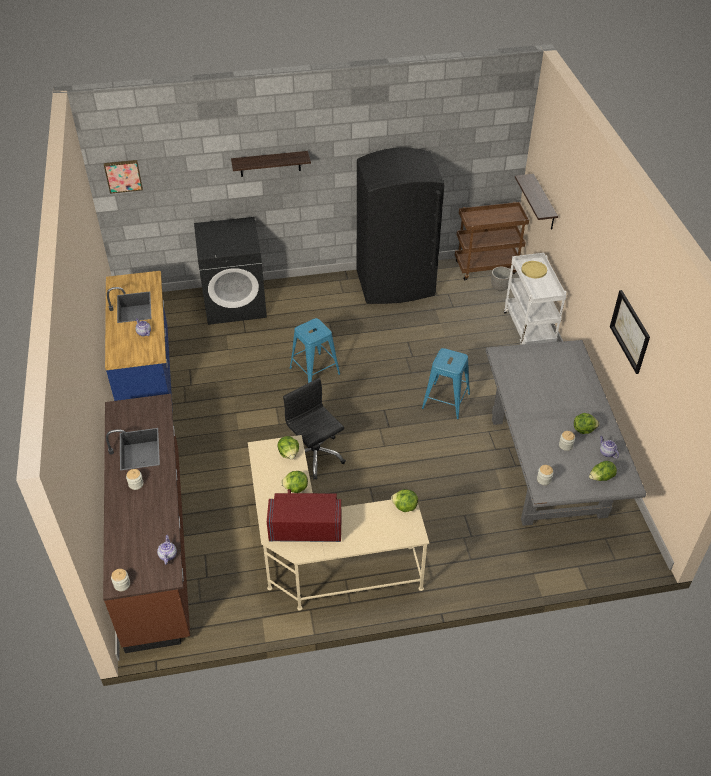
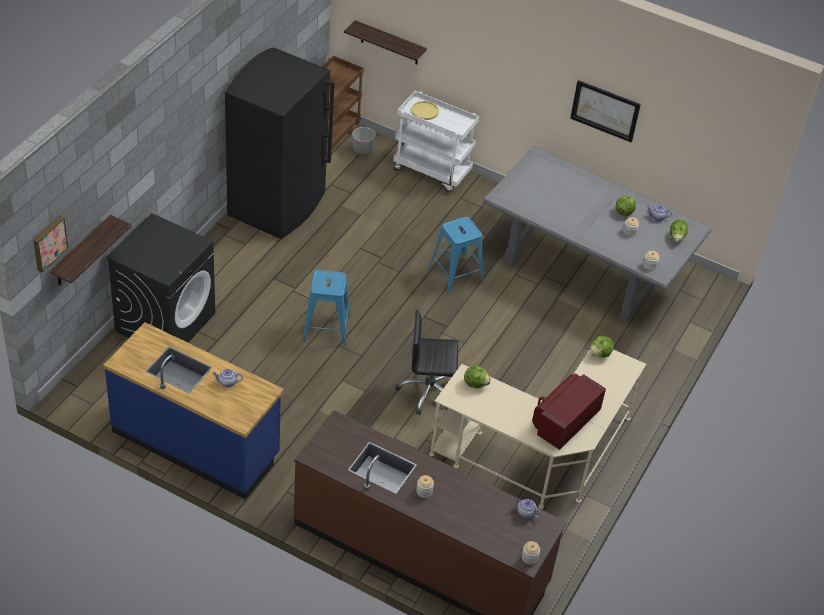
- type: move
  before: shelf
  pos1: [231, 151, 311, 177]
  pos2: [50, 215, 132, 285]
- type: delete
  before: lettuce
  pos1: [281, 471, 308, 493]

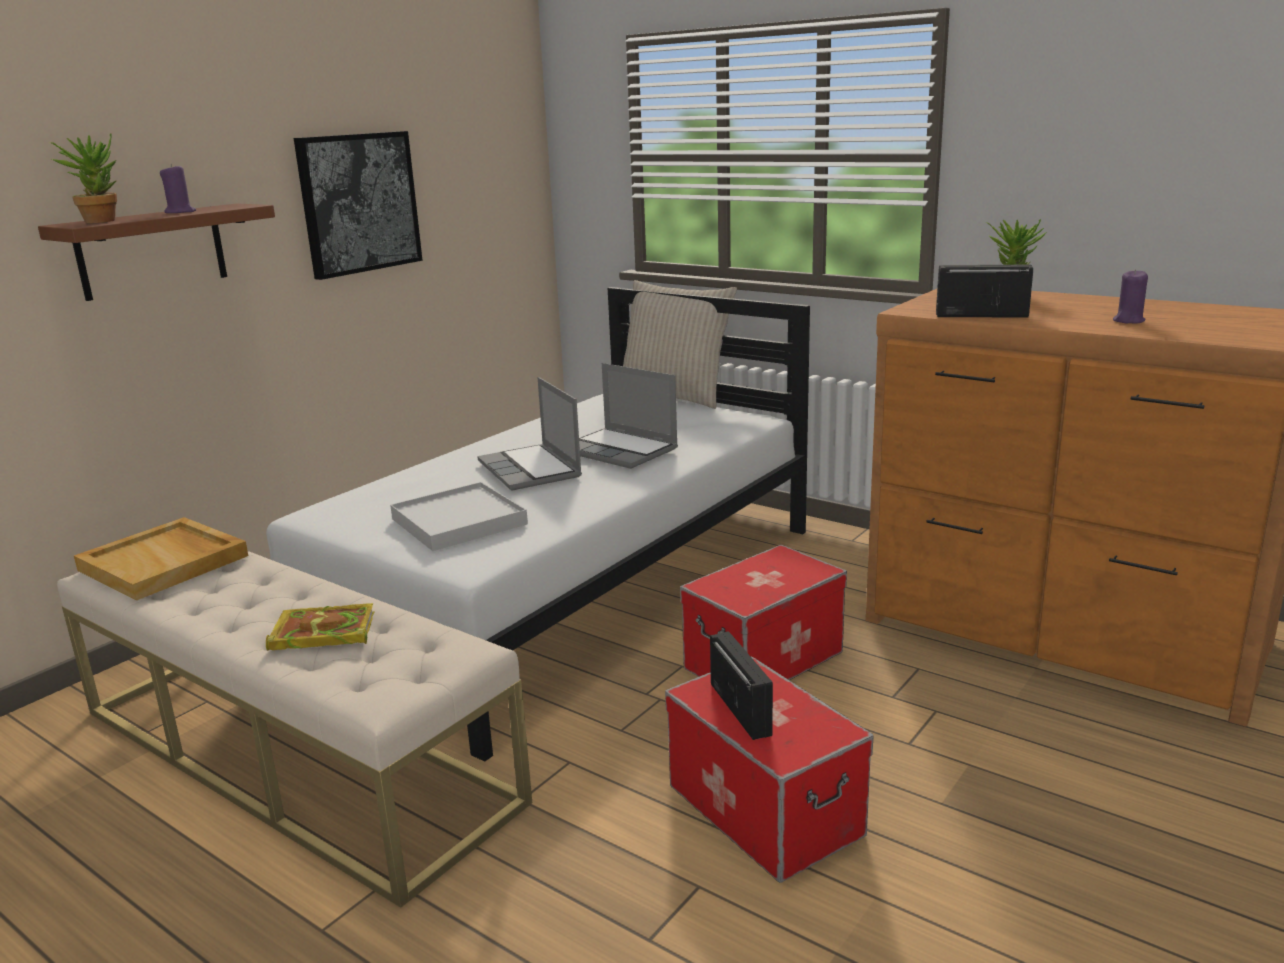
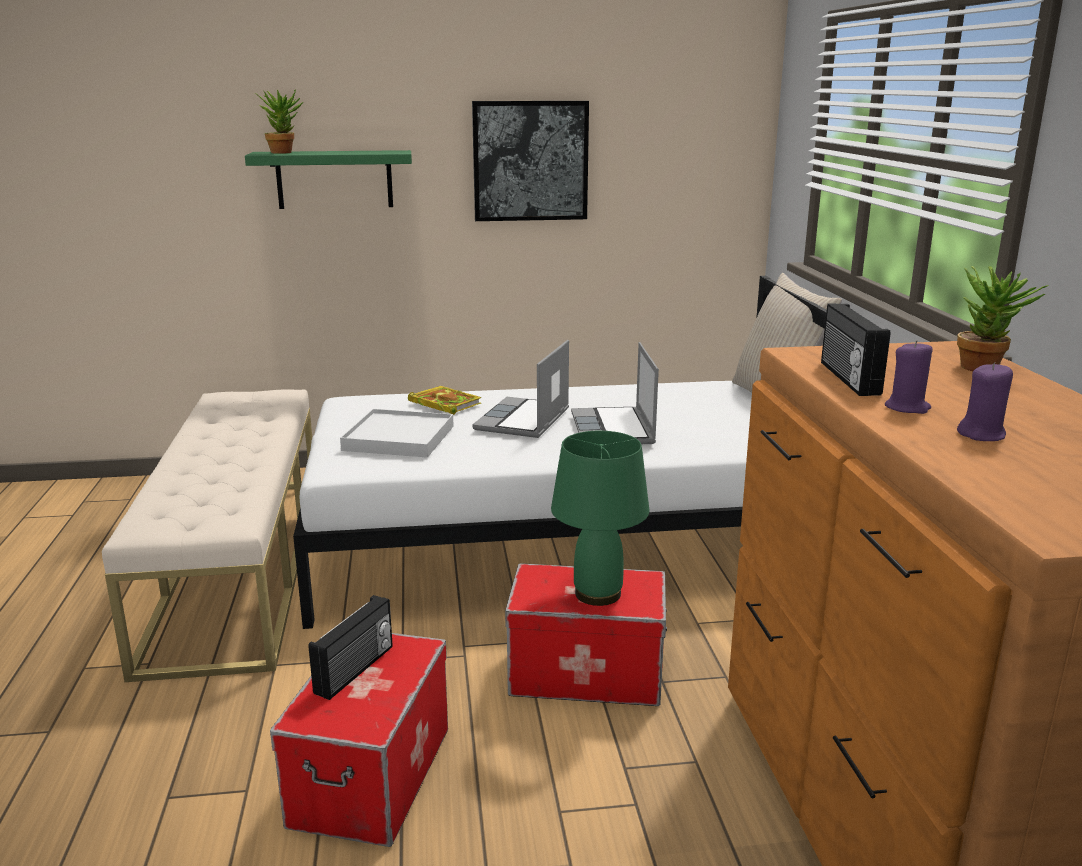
- type: move
  before: purple candle
  pos1: [160, 164, 196, 213]
  pos2: [885, 340, 933, 414]
- type: recolor
  before: brown shelf
  after: green shelf
  pos1: [38, 203, 275, 301]
  pos2: [245, 150, 412, 209]
- type: rotate
  before: radio
  pos1: [936, 265, 1033, 317]
  pos2: [821, 304, 891, 396]
  turn: -150
- type: delete
  before: beige tray
  pos1: [74, 517, 248, 600]
- type: move
  before: book
  pos1: [266, 603, 375, 650]
  pos2: [408, 386, 481, 415]
- type: insert
  after: green table lamp
  pos2: [551, 431, 649, 606]

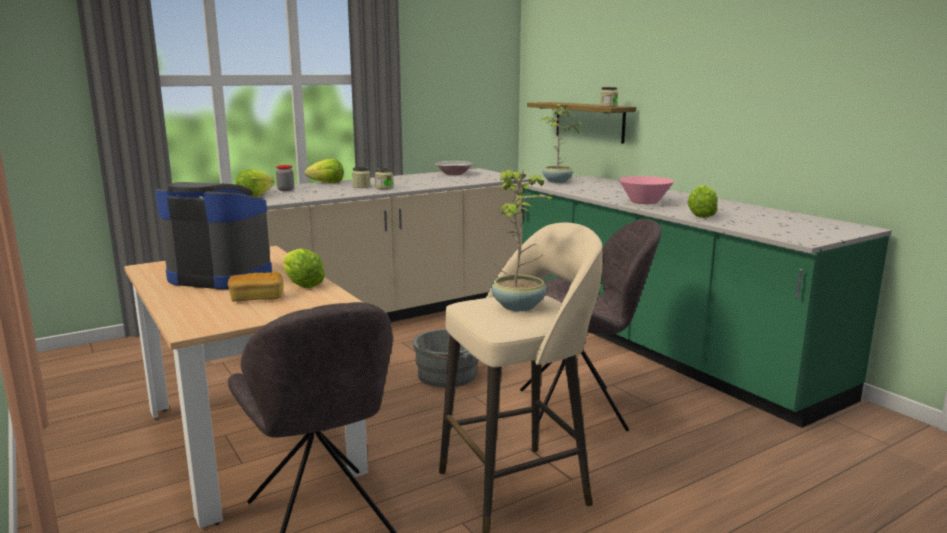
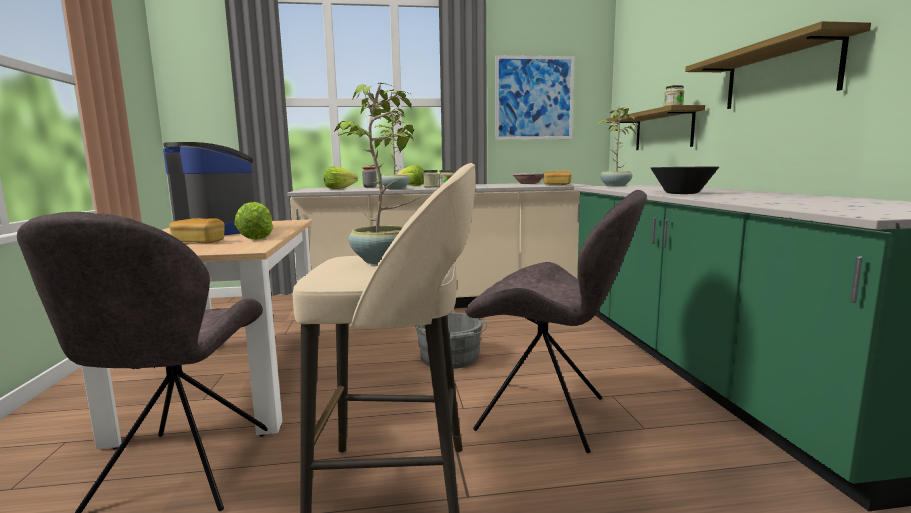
- type: recolor
  before: pink bowl
  after: black bowl
  pos1: [618, 176, 674, 204]
  pos2: [651, 167, 719, 194]
- type: delete
  before: lettuce
  pos1: [687, 185, 718, 218]
- type: insert
  after: shelf
  pos2: [685, 21, 871, 109]
- type: insert
  after: picture
  pos2: [495, 55, 574, 140]
- type: insert
  after: potted plant
  pos2: [374, 113, 414, 189]
- type: insert
  after: bread
  pos2: [543, 171, 571, 185]

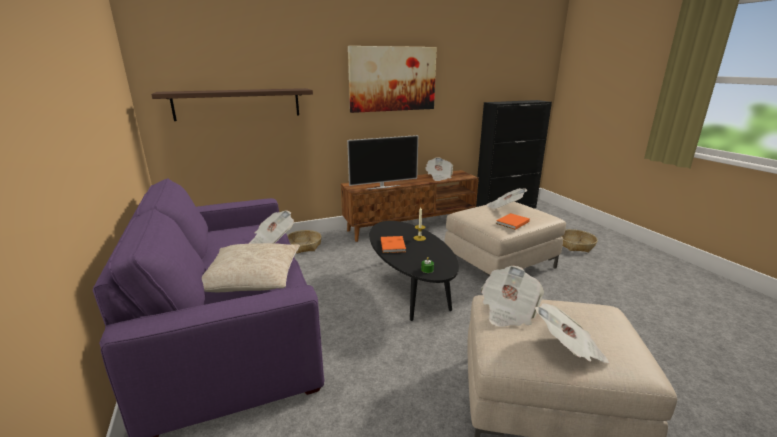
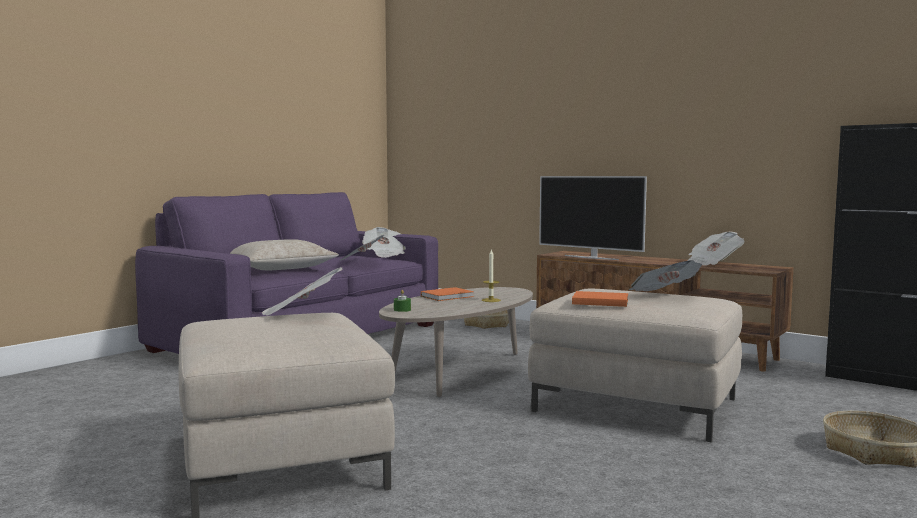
- type: delete
  before: picture
  pos1: [348, 46, 437, 113]
- type: delete
  before: shelf
  pos1: [151, 88, 313, 121]
- type: recolor
  before: black coffee table
  after: beige coffee table
  pos1: [370, 221, 459, 321]
  pos2: [379, 287, 533, 397]
- type: move
  before: newspaper
  pos1: [535, 303, 610, 363]
  pos2: [362, 227, 406, 258]

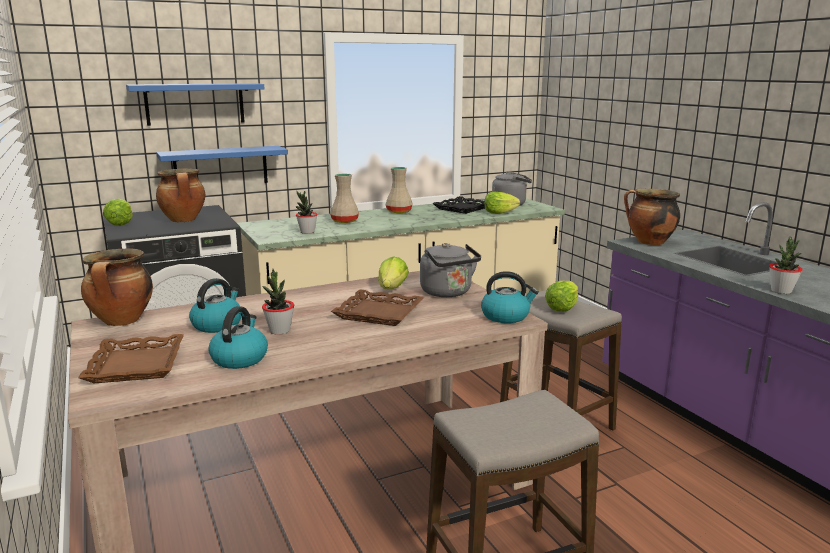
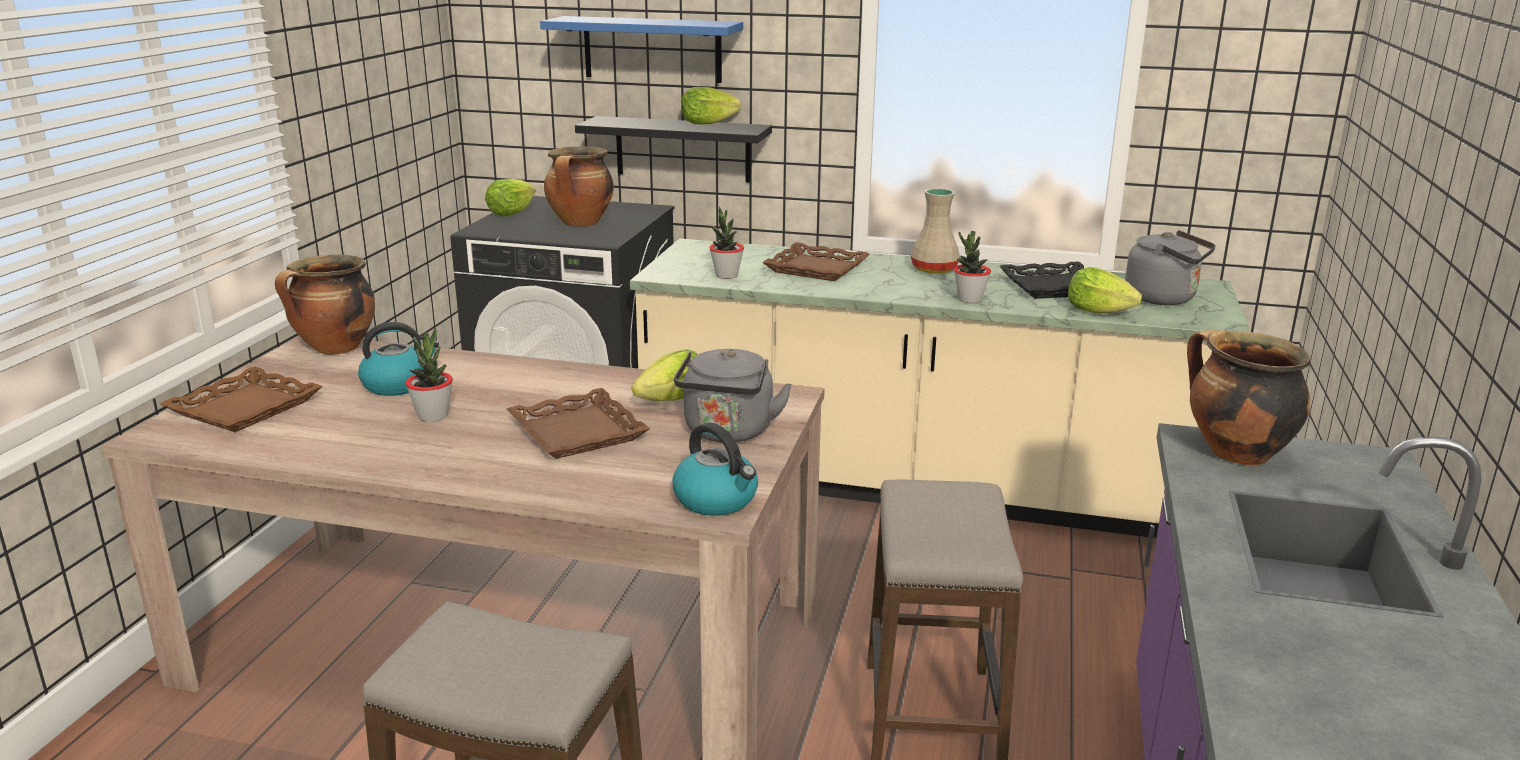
- type: recolor
  before: blue shelf
  after: black shelf
  pos1: [156, 146, 288, 183]
  pos2: [575, 116, 772, 183]
- type: replace
  before: beige vase
  after: brown tray
  pos1: [330, 174, 359, 223]
  pos2: [762, 242, 870, 281]
- type: move
  before: potted plant
  pos1: [769, 237, 802, 294]
  pos2: [954, 231, 991, 303]
- type: move
  before: lettuce
  pos1: [545, 281, 578, 312]
  pos2: [681, 87, 741, 124]
- type: delete
  before: kettle
  pos1: [208, 306, 268, 369]

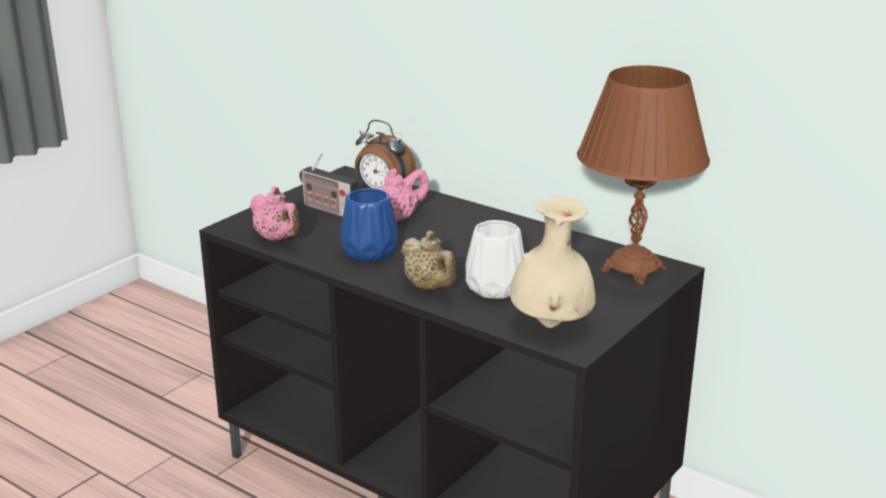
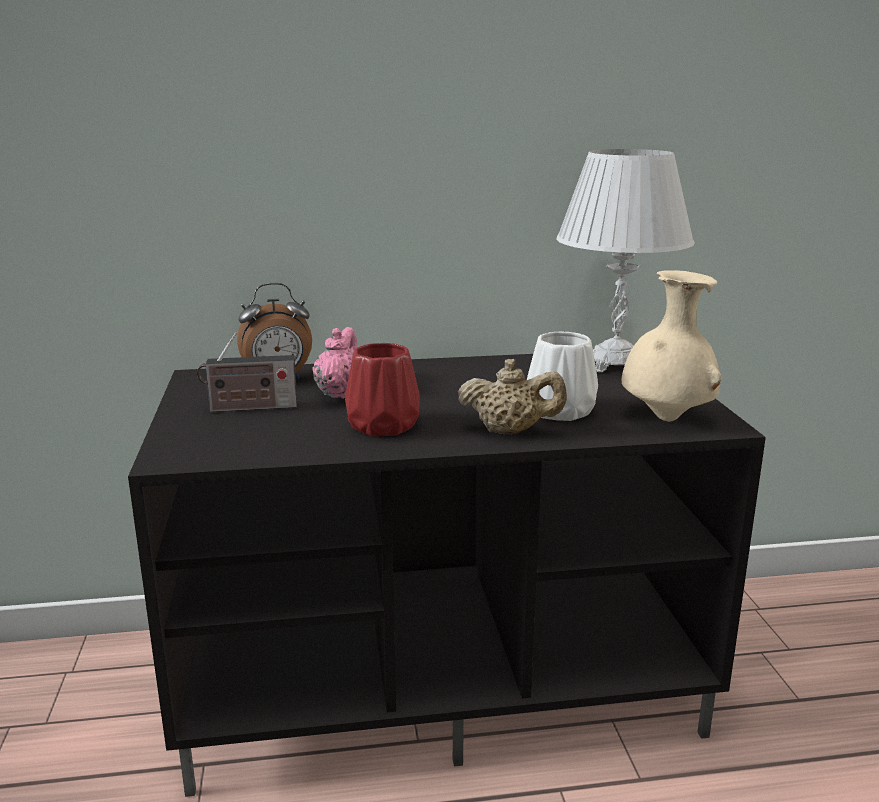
- type: recolor
  before: brown table lamp
  after: white table lamp
  pos1: [577, 65, 710, 284]
  pos2: [557, 149, 695, 372]
- type: delete
  before: pink teapot
  pos1: [250, 186, 300, 242]
- type: recolor
  before: blue vase
  after: red vase
  pos1: [340, 188, 398, 262]
  pos2: [345, 343, 420, 436]

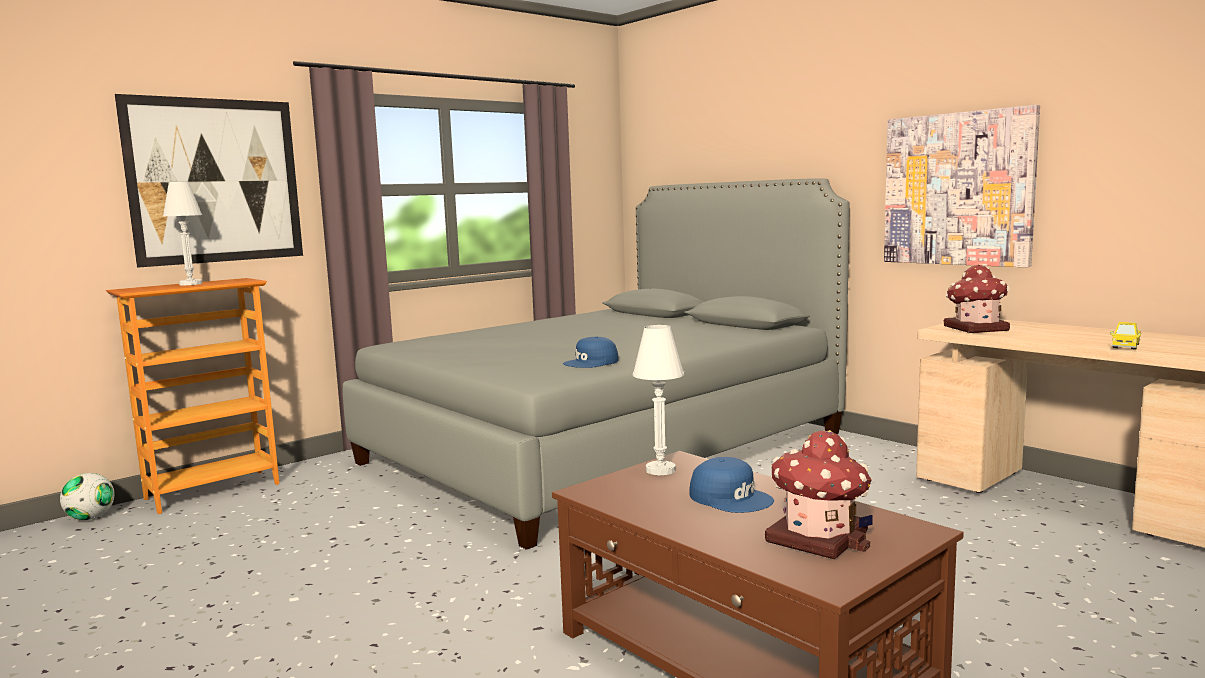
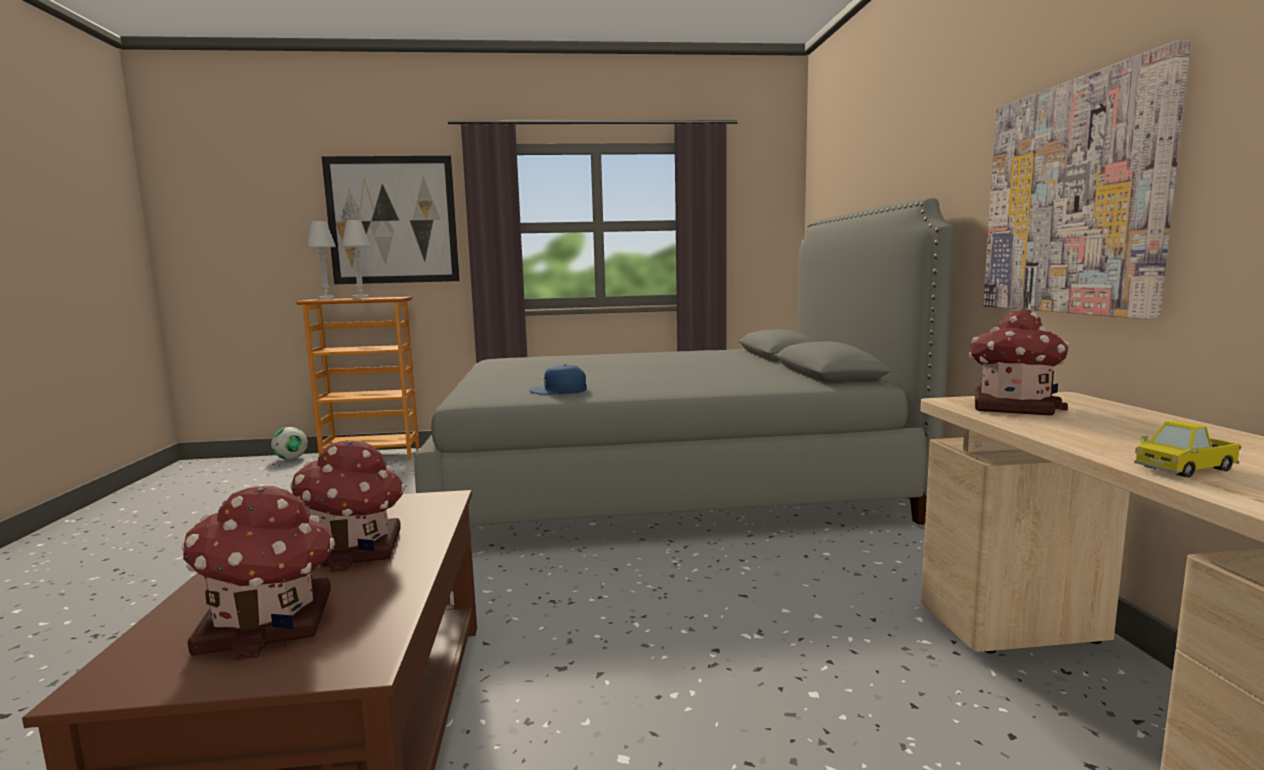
- type: move
  before: white table lamp
  pos1: [633, 325, 685, 475]
  pos2: [306, 221, 336, 300]
- type: replace
  before: blue cap
  after: toy house
  pos1: [689, 457, 774, 513]
  pos2: [290, 440, 405, 573]

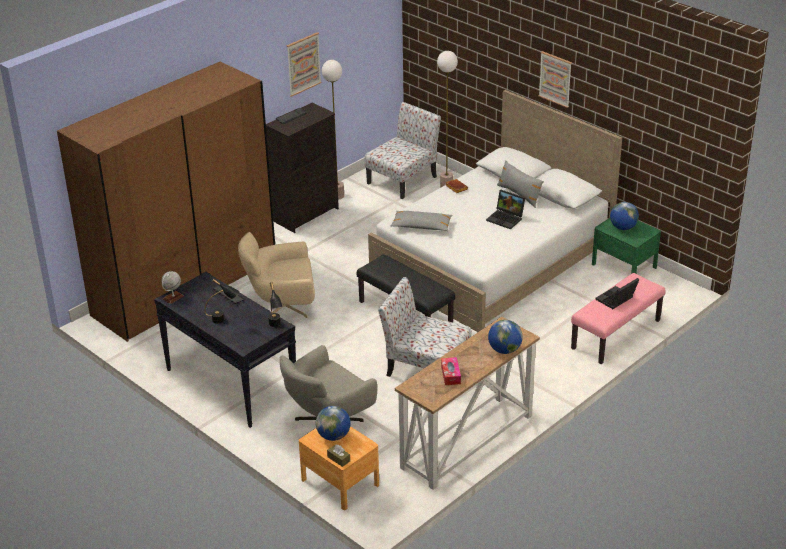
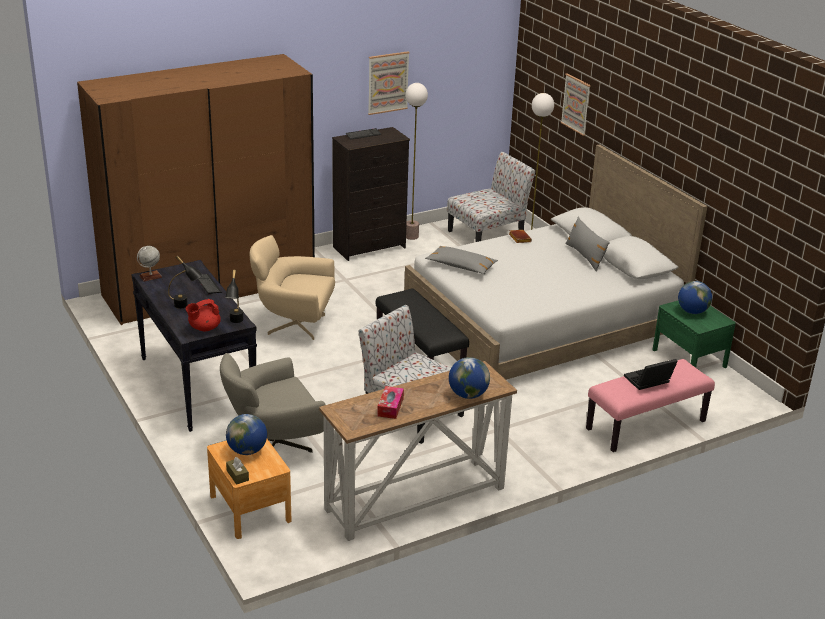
- type: move
  before: picture
  pos1: [539, 51, 572, 108]
  pos2: [560, 73, 591, 136]
- type: delete
  before: laptop
  pos1: [486, 190, 525, 229]
- type: insert
  after: red teapot
  pos2: [186, 299, 221, 331]

